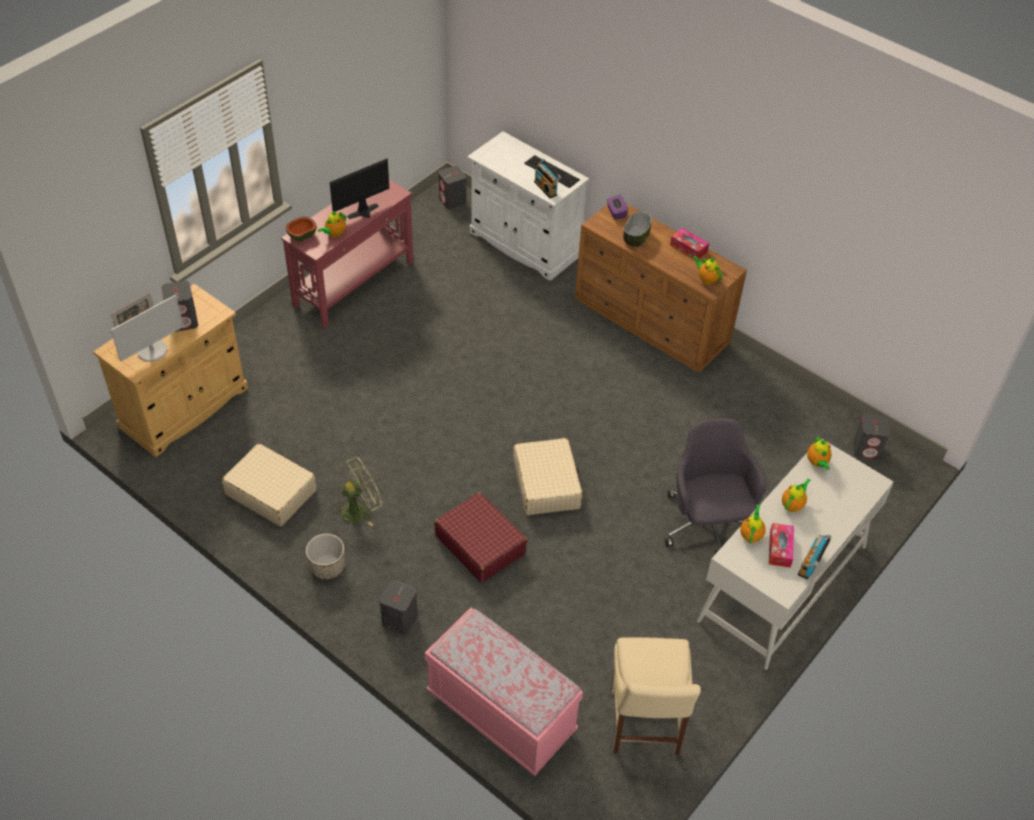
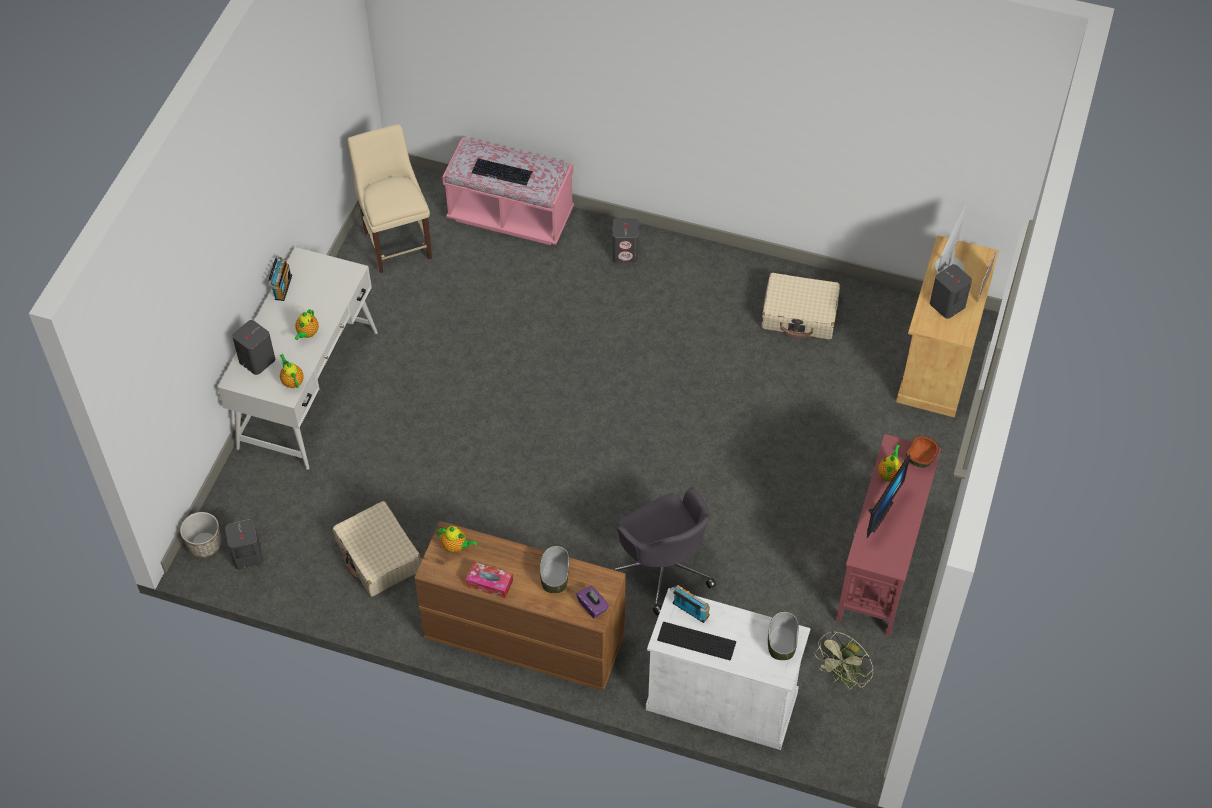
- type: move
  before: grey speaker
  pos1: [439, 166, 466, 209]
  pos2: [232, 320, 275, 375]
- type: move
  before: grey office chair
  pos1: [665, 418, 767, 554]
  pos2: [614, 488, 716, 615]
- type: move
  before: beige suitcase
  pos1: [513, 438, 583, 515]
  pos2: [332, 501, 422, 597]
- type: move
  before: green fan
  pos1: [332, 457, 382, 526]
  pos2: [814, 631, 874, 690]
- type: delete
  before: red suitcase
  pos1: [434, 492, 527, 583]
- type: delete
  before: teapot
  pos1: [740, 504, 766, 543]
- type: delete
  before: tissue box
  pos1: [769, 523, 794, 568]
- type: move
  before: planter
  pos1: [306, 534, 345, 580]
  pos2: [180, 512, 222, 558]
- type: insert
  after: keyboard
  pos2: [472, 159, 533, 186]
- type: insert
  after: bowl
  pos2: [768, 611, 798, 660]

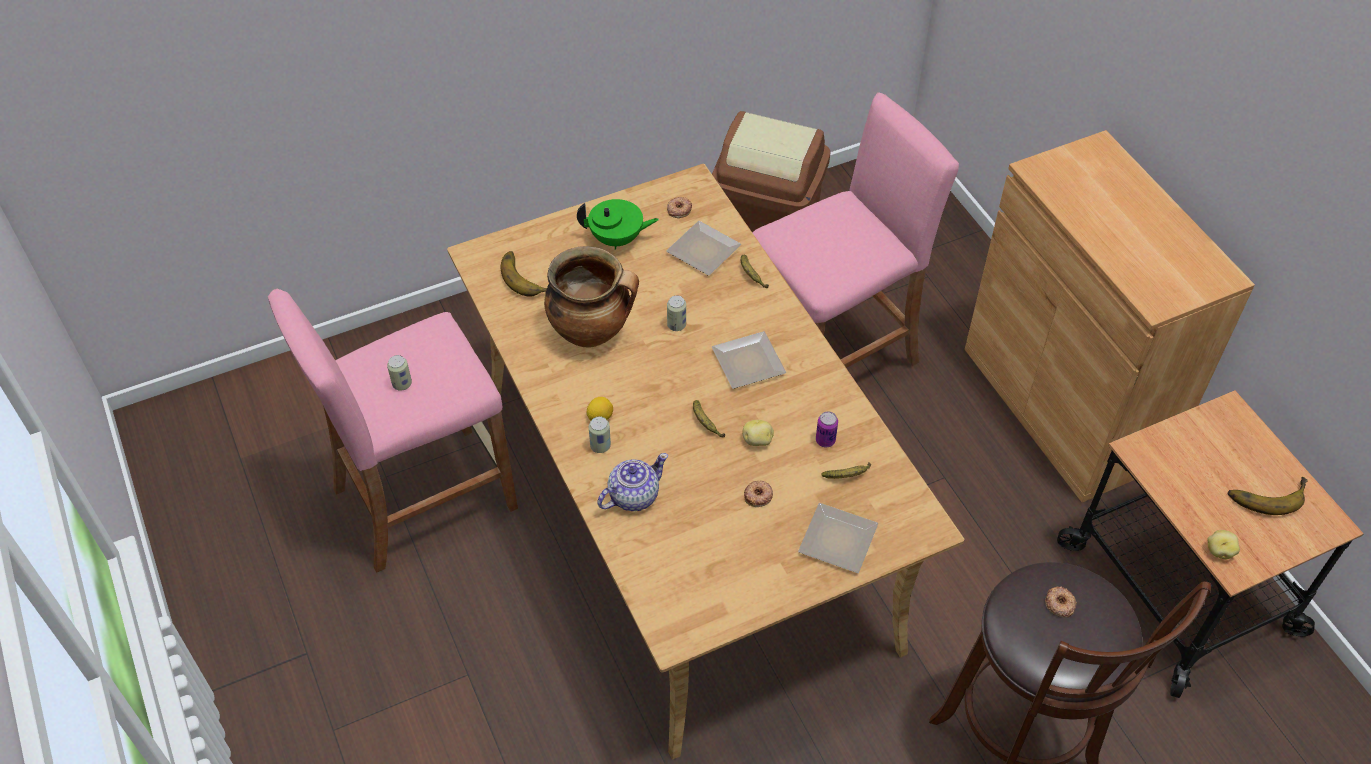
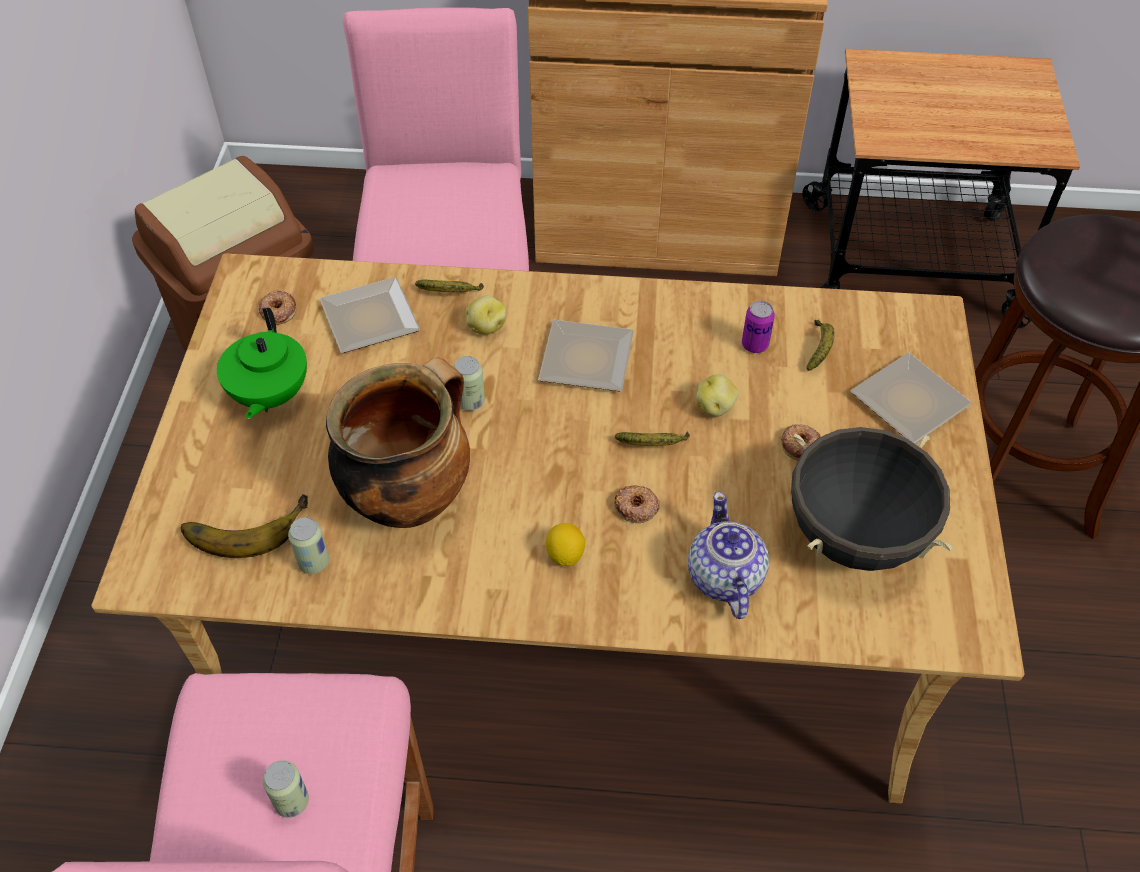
- type: rotate
  before: green teapot
  pos1: [577, 199, 659, 250]
  pos2: [217, 308, 307, 419]
  turn: 150
- type: move
  before: can
  pos1: [589, 416, 611, 453]
  pos2: [288, 517, 329, 574]
- type: delete
  before: banana
  pos1: [1228, 477, 1308, 515]
- type: move
  before: potato
  pos1: [1207, 530, 1240, 560]
  pos2: [465, 296, 506, 334]
- type: move
  before: donut
  pos1: [1045, 587, 1077, 618]
  pos2: [614, 486, 660, 523]
- type: insert
  after: black cooking pot
  pos2: [791, 427, 953, 571]

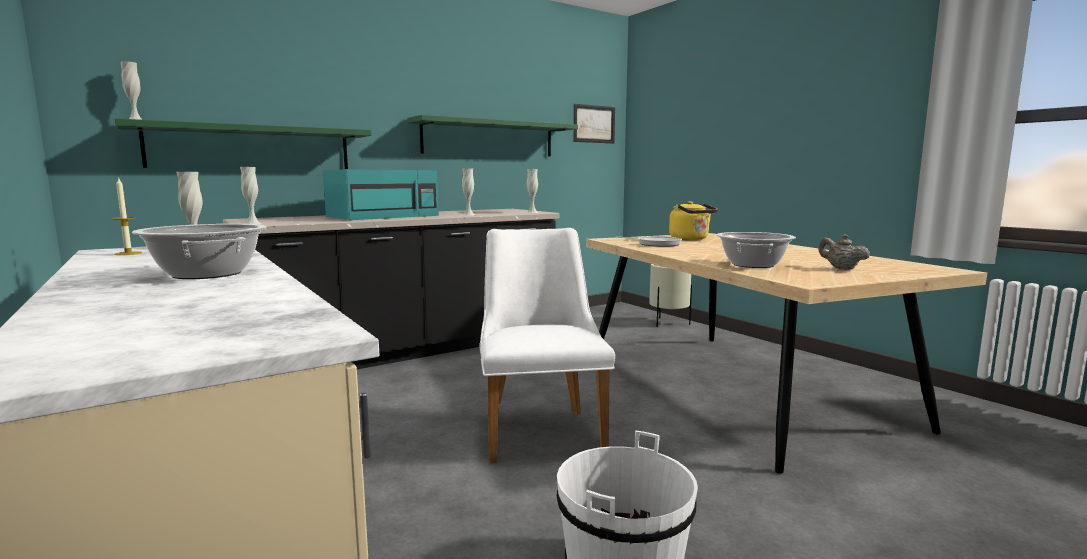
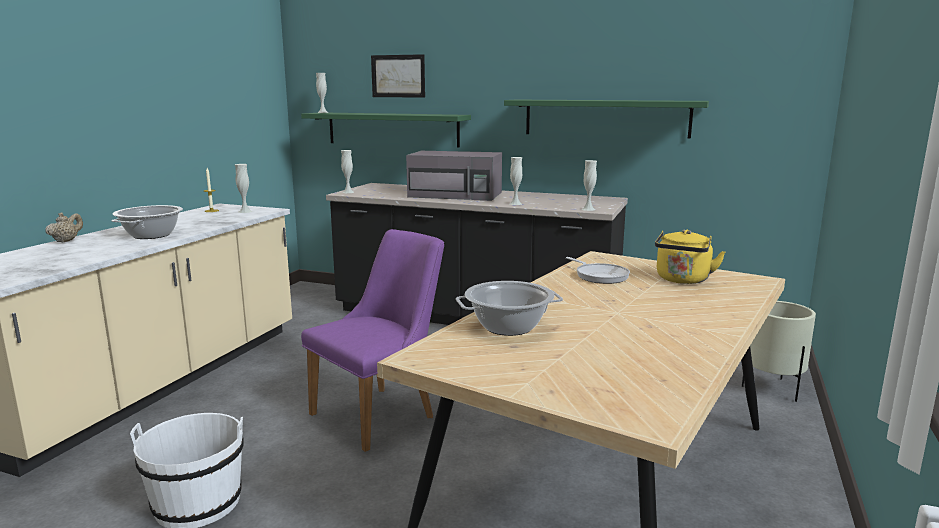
- type: move
  before: picture
  pos1: [574, 104, 615, 144]
  pos2: [371, 54, 425, 98]
- type: recolor
  before: turquoise microwave
  after: grey microwave
  pos1: [323, 169, 439, 220]
  pos2: [406, 151, 502, 201]
- type: recolor
  before: white chair
  after: purple chair
  pos1: [480, 228, 615, 463]
  pos2: [301, 229, 444, 452]
- type: move
  before: beige teapot
  pos1: [818, 234, 870, 270]
  pos2: [45, 212, 83, 243]

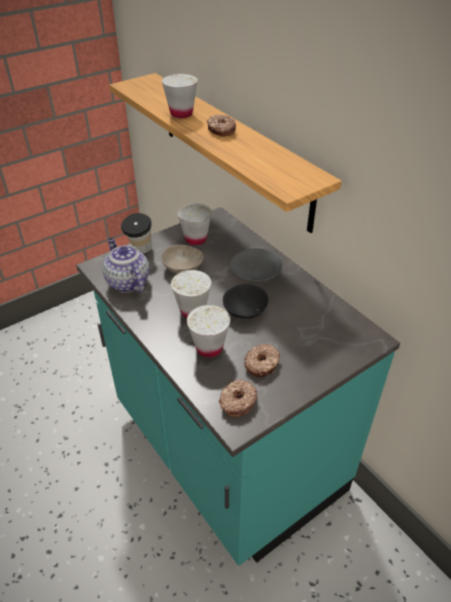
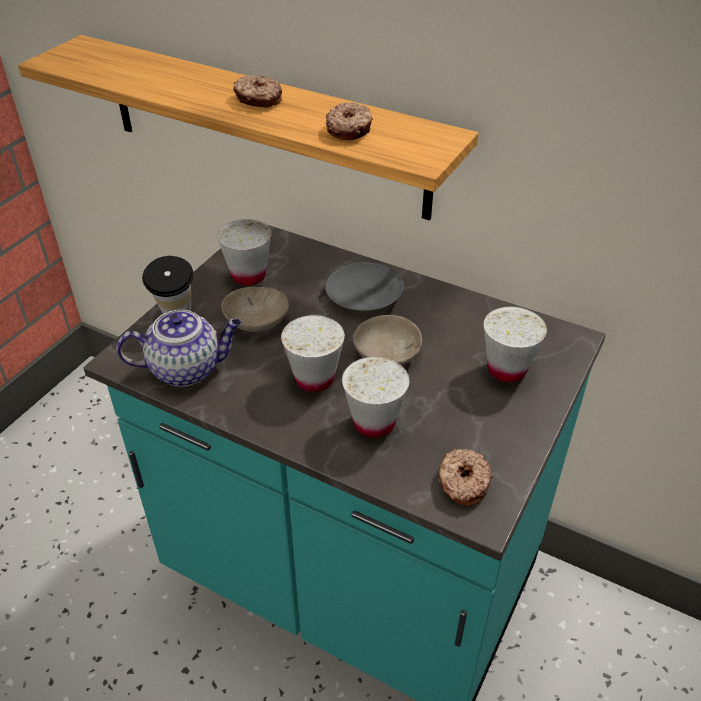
- type: move
  before: white cup
  pos1: [162, 74, 198, 118]
  pos2: [484, 307, 547, 383]
- type: rotate
  before: teapot
  pos1: [103, 238, 150, 293]
  pos2: [116, 310, 241, 387]
  turn: 135
- type: recolor
  before: black bowl
  after: beige bowl
  pos1: [223, 284, 269, 319]
  pos2: [353, 315, 422, 365]
- type: move
  before: donut
  pos1: [244, 344, 280, 377]
  pos2: [326, 102, 373, 140]

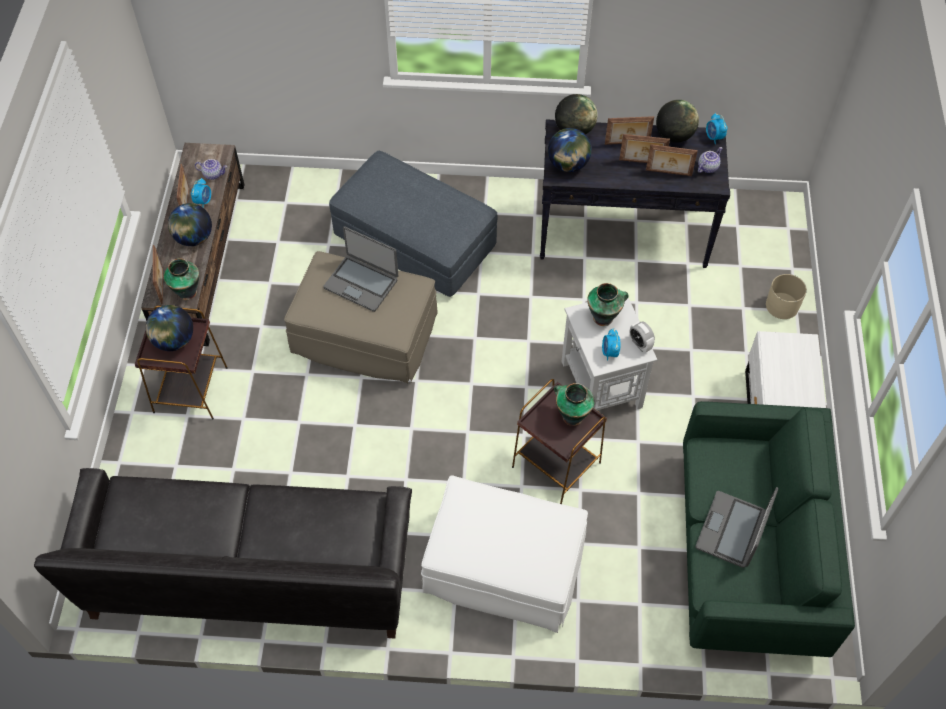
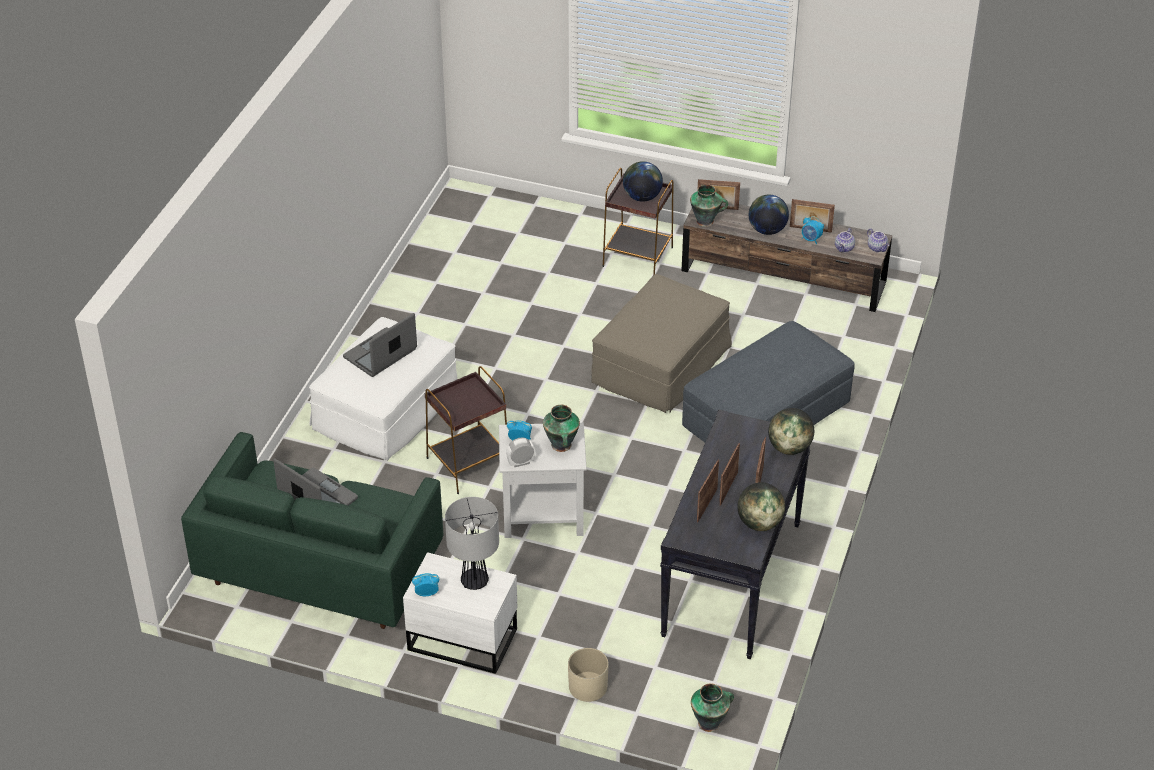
- type: move
  before: alarm clock
  pos1: [706, 113, 728, 144]
  pos2: [412, 573, 439, 596]
- type: delete
  before: globe
  pos1: [548, 128, 592, 172]
- type: move
  before: teapot
  pos1: [698, 147, 722, 173]
  pos2: [867, 228, 889, 252]
- type: move
  before: laptop
  pos1: [323, 226, 398, 312]
  pos2: [343, 313, 417, 377]
- type: move
  before: vase
  pos1: [554, 383, 595, 426]
  pos2: [691, 684, 734, 732]
- type: delete
  before: black sofa
  pos1: [34, 468, 412, 639]
- type: insert
  after: table lamp
  pos2: [445, 497, 499, 590]

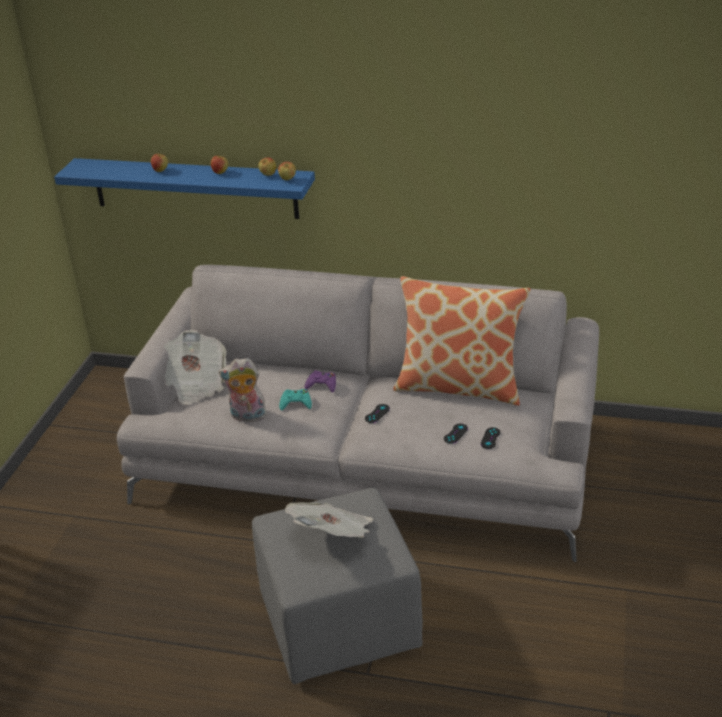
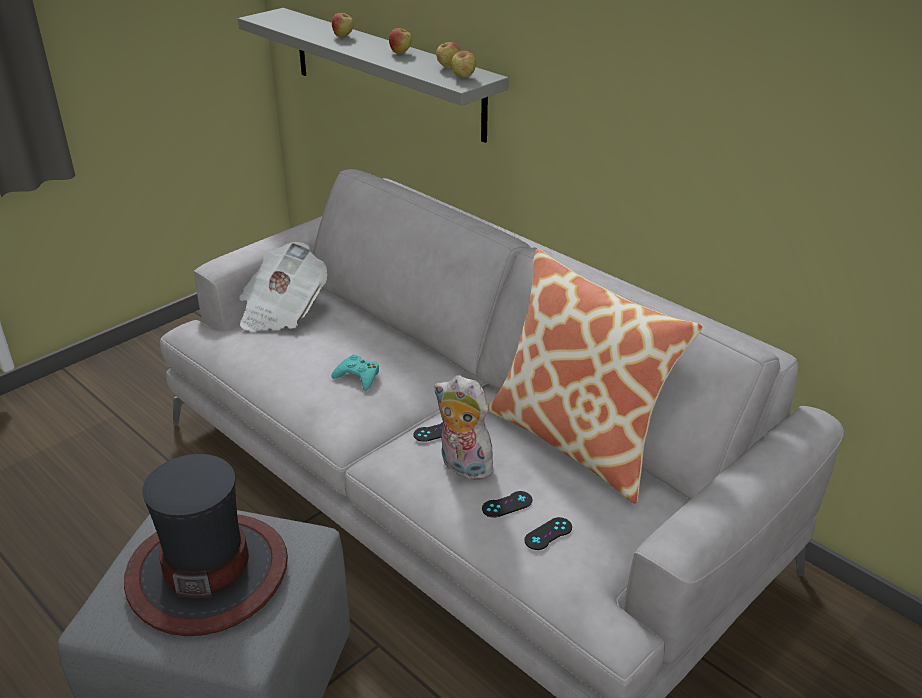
- type: recolor
  before: blue shelf
  after: grey shelf
  pos1: [54, 158, 315, 219]
  pos2: [238, 8, 509, 143]
- type: move
  before: plush toy
  pos1: [218, 358, 270, 422]
  pos2: [434, 375, 500, 480]
- type: delete
  before: purple game controller
  pos1: [305, 370, 336, 393]
- type: replace
  before: newspaper
  after: hat
  pos1: [285, 502, 373, 538]
  pos2: [124, 454, 288, 636]

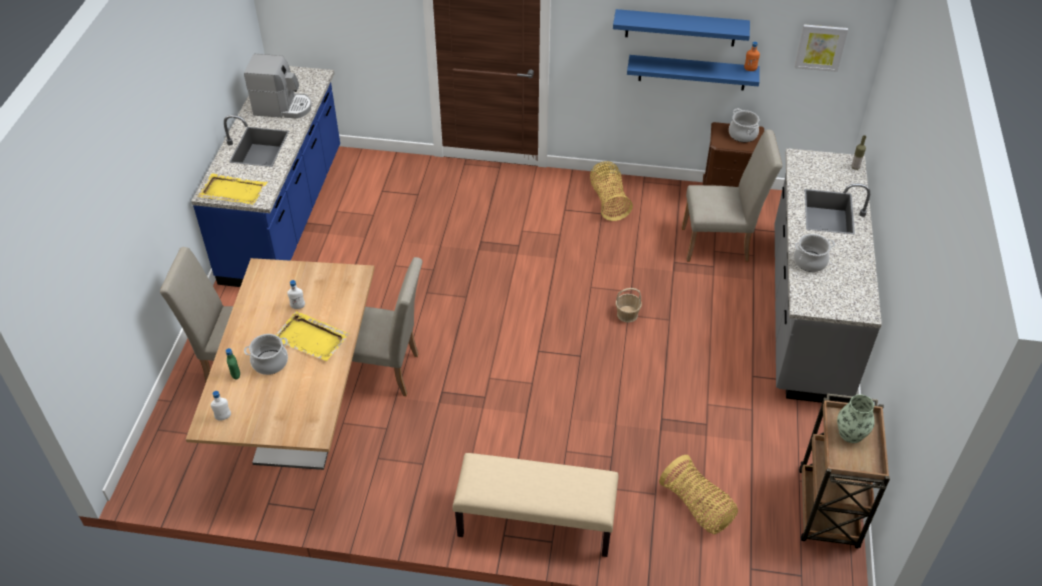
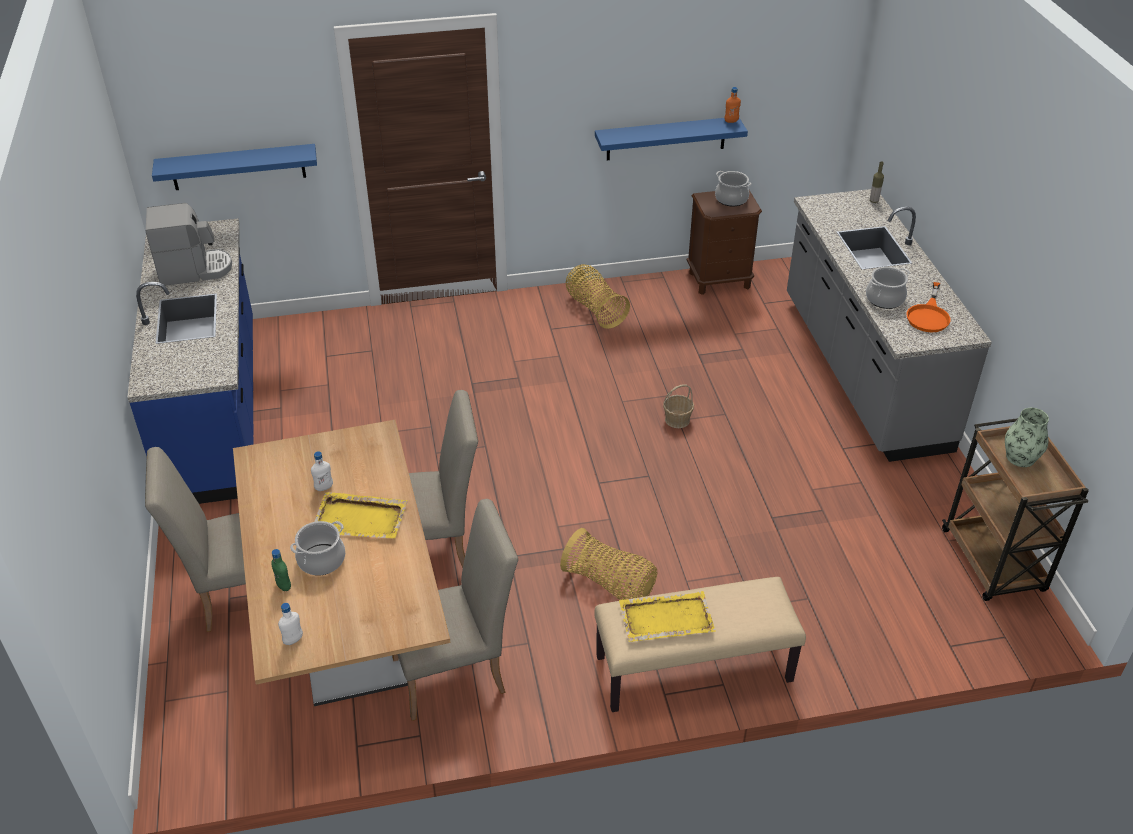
- type: move
  before: blue shelf
  pos1: [613, 9, 750, 46]
  pos2: [152, 144, 317, 190]
- type: delete
  before: picture
  pos1: [795, 24, 848, 72]
- type: move
  before: beige chair
  pos1: [682, 130, 783, 262]
  pos2: [392, 499, 518, 721]
- type: move
  before: yellow tray
  pos1: [197, 173, 268, 205]
  pos2: [619, 591, 715, 642]
- type: move
  before: basket
  pos1: [659, 455, 738, 534]
  pos2: [560, 528, 657, 600]
- type: insert
  after: orange frying pan
  pos2: [907, 282, 951, 332]

